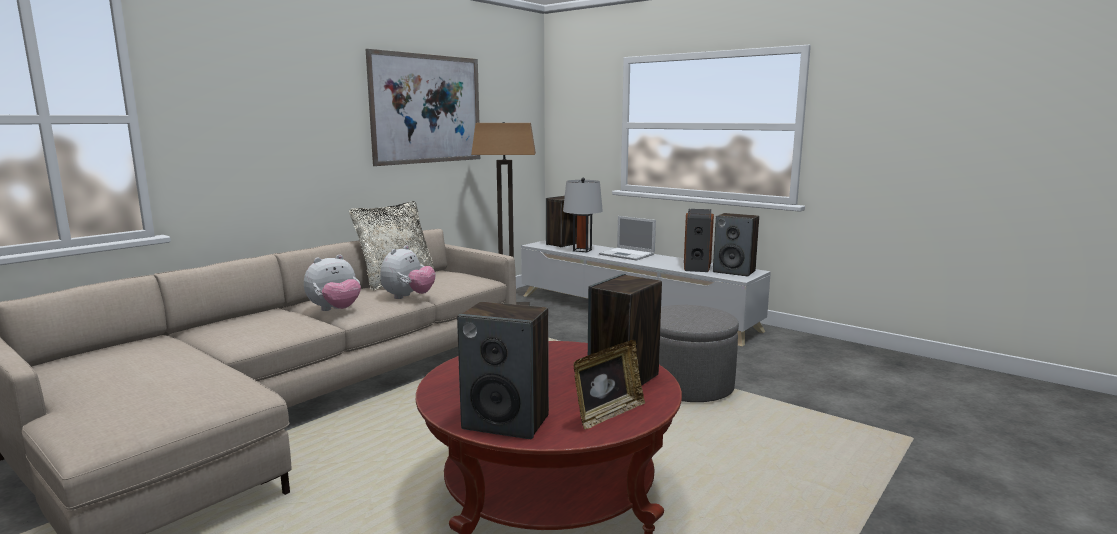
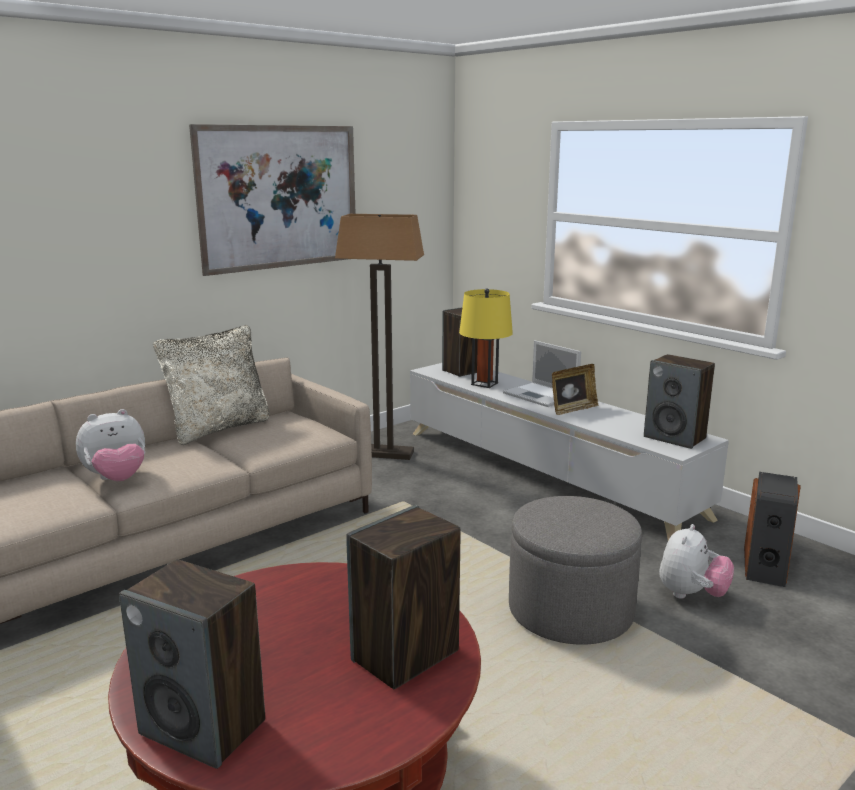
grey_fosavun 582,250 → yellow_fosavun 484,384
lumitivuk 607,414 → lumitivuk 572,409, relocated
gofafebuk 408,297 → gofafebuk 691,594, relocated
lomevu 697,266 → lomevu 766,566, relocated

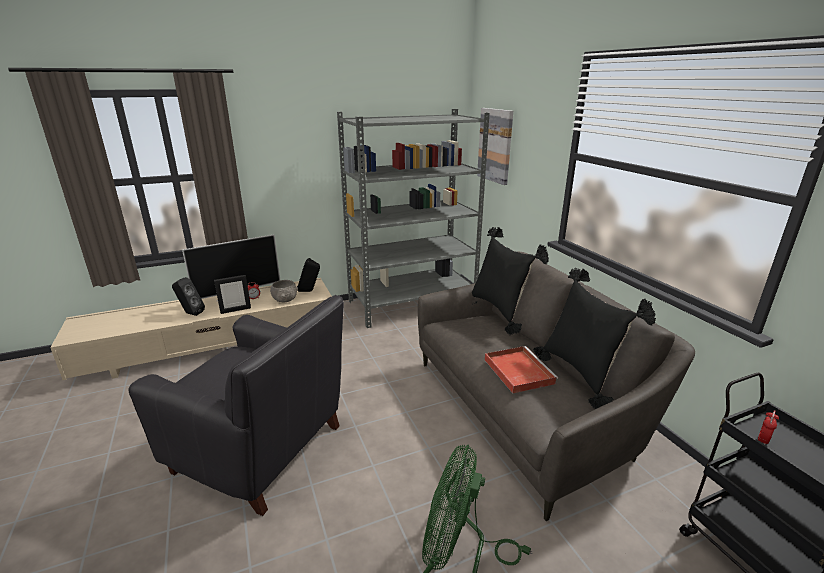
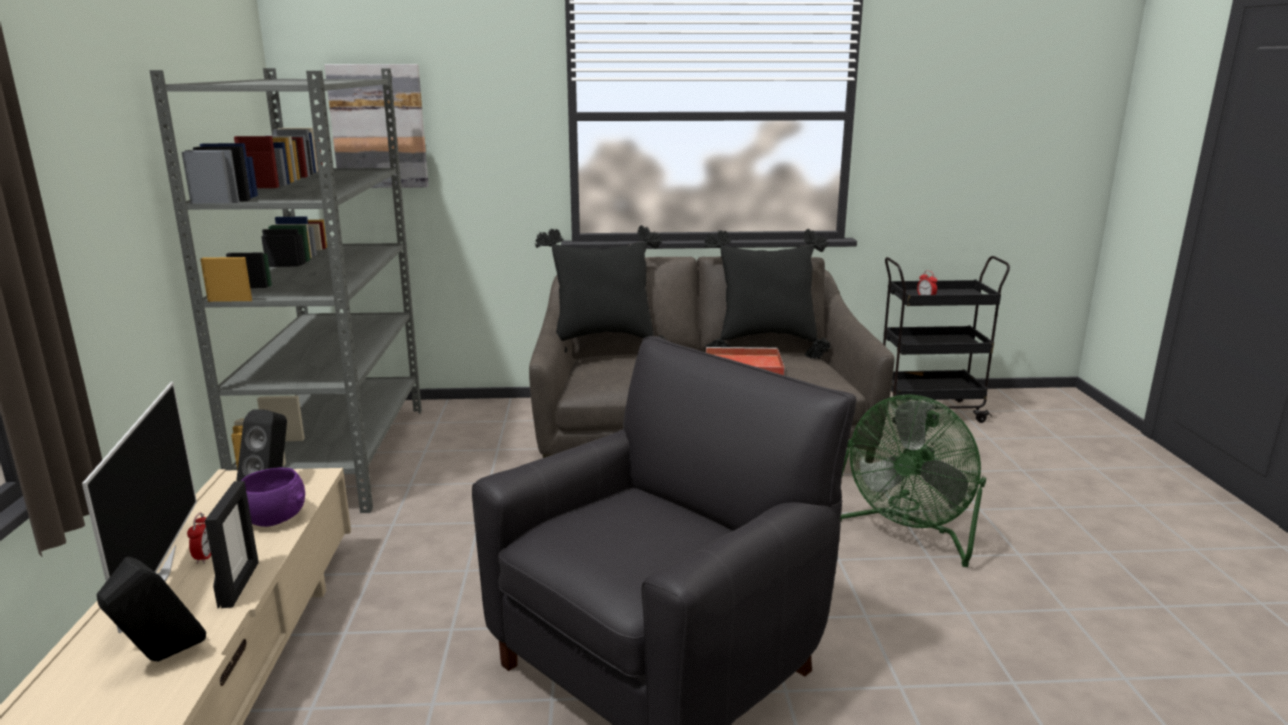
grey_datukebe 285,299 → purple_datukebe 274,517

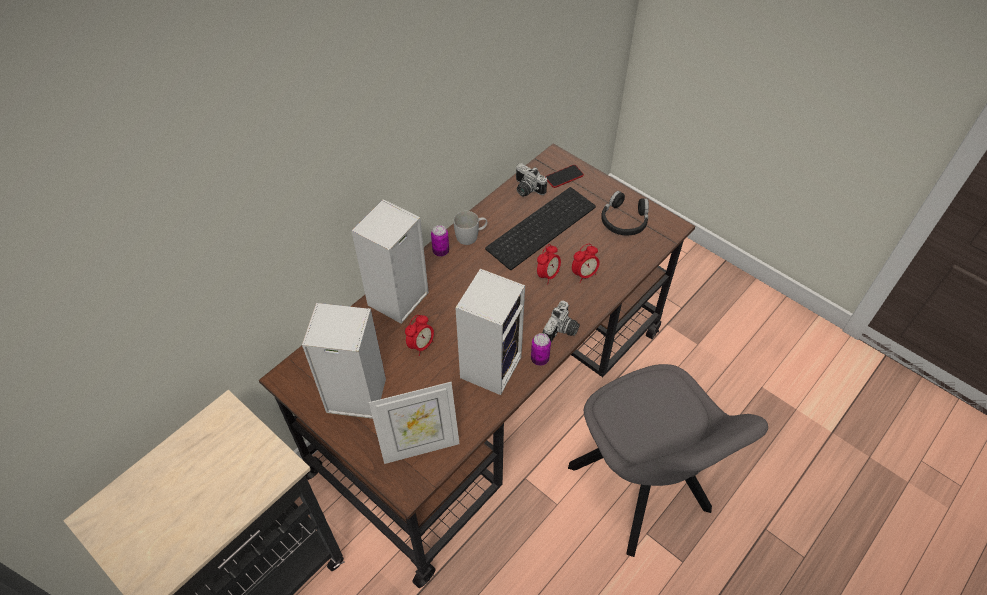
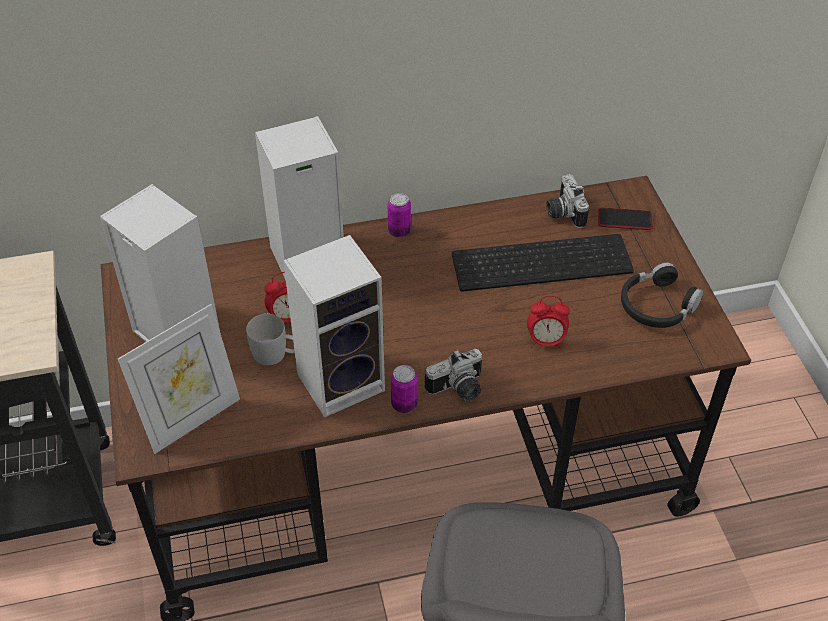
lumitivuk 420,446 → lumitivuk 192,419, 60 degrees counterclockwise
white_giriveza 471,236 → white_giriveza 276,355, relocated
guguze 548,275 → -

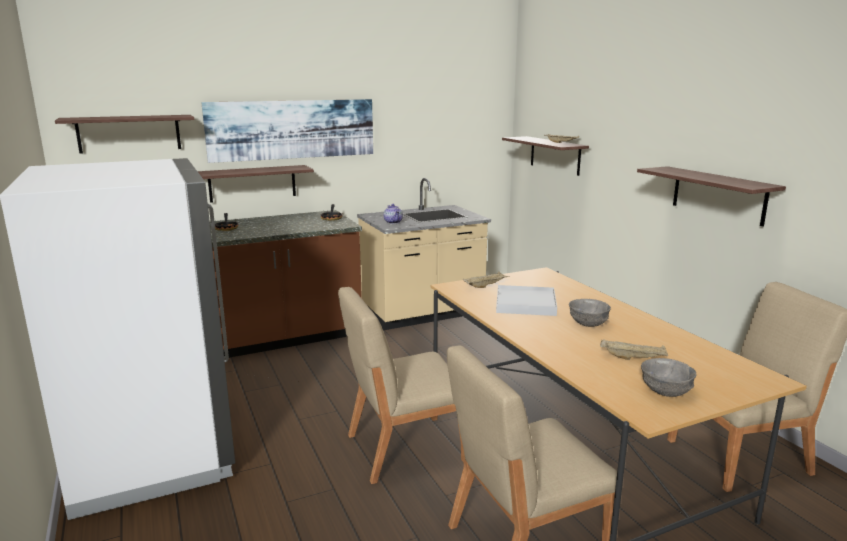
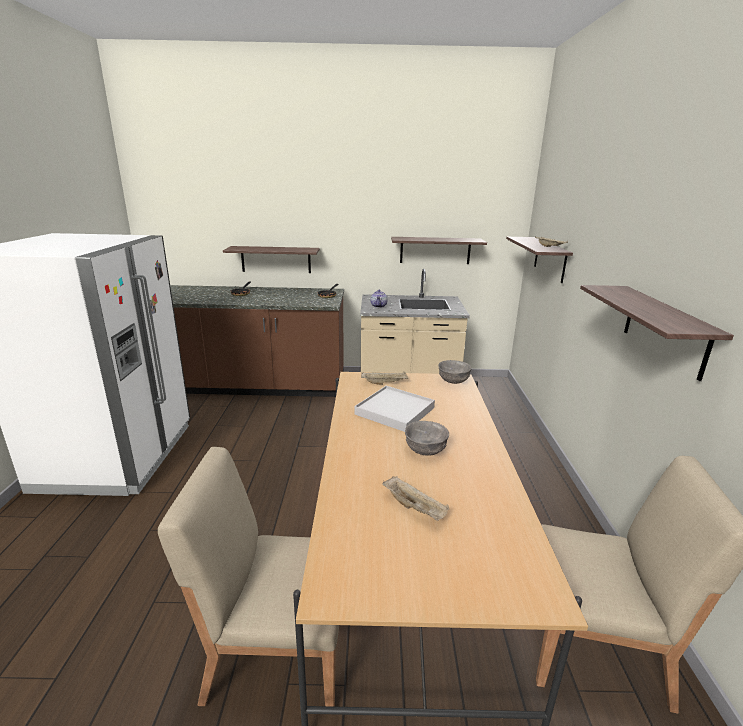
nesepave 129,133 → nesepave 435,250, relocated
grey_datukebe 666,391 → grey_datukebe 453,380, relocated
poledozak 292,129 → -
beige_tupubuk 404,448 → -

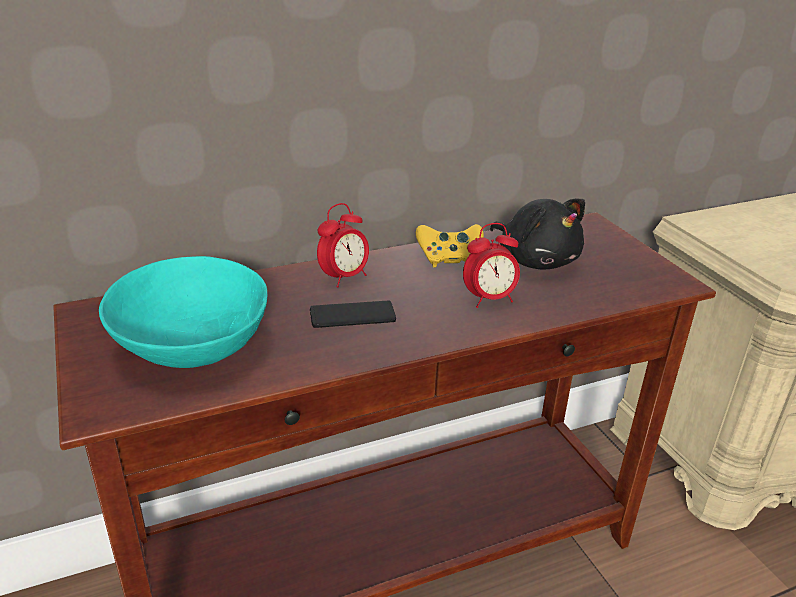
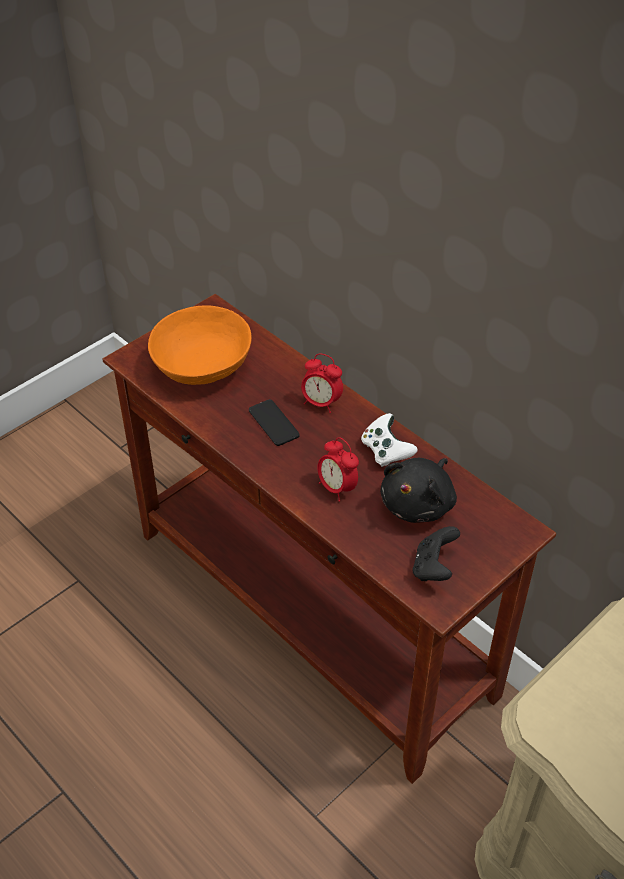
turquoise_datukebe 190,345 → orange_datukebe 202,365
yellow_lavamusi 449,259 → white_lavamusi 386,451
- → black_lavamusi 433,568

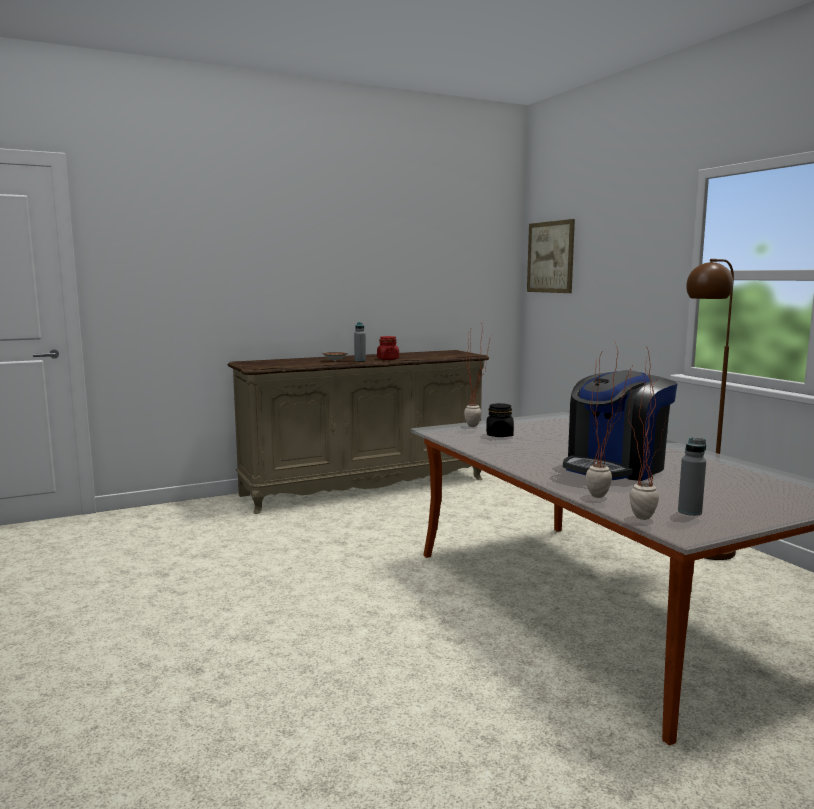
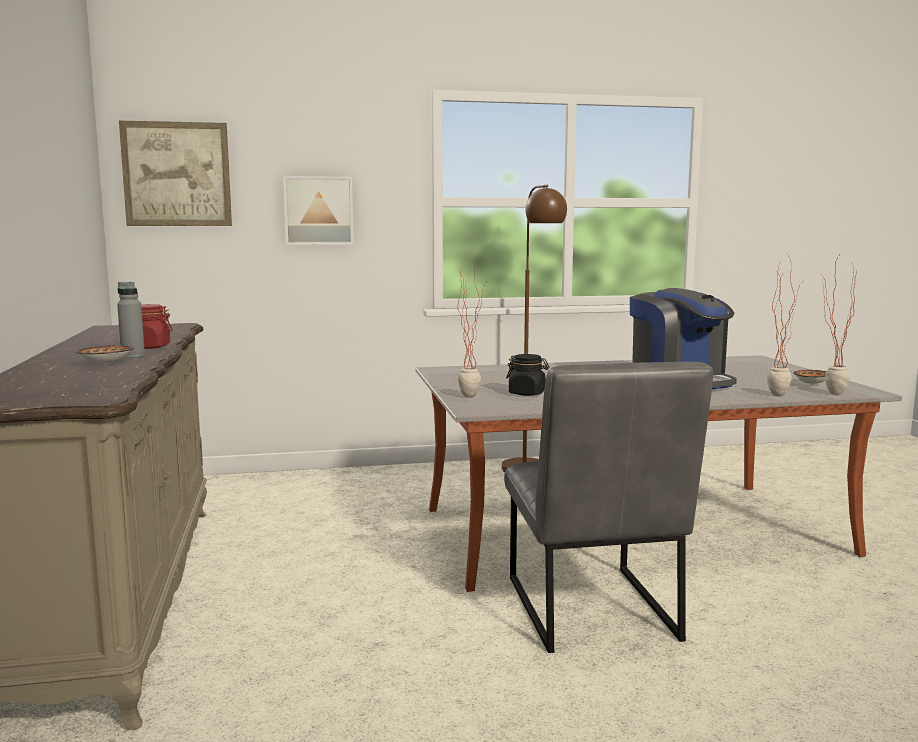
- → poledozak 318,210
- → grey_tupubuk 591,610
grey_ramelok 689,512 → datukebe 812,384

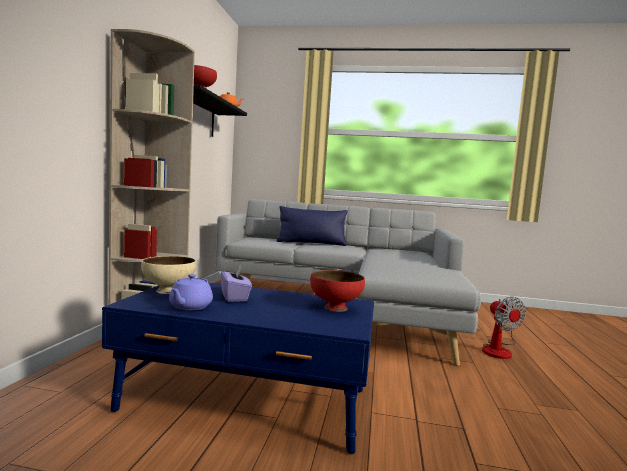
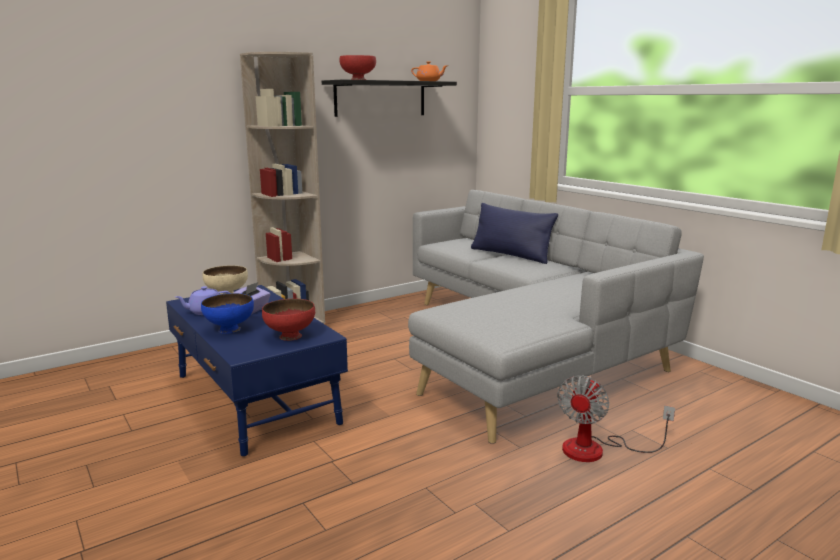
- → blue_datukebe 230,329

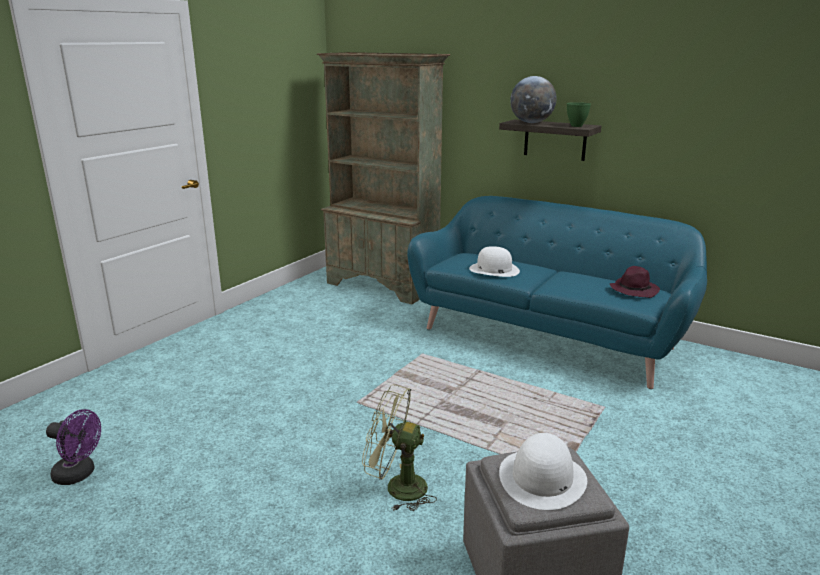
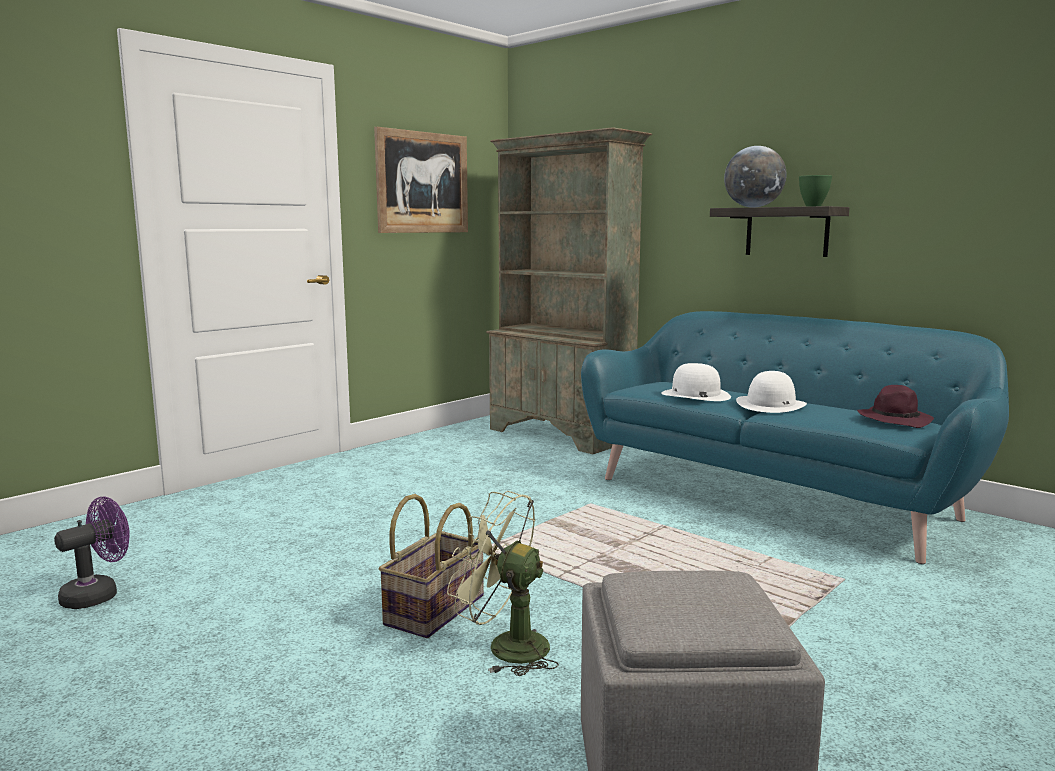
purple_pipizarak 79,474 → purple_pipizarak 98,594, 75 degrees counterclockwise
- → poledozak 422,183
- → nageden 434,609
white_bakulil 542,478 → white_bakulil 771,404, relocated

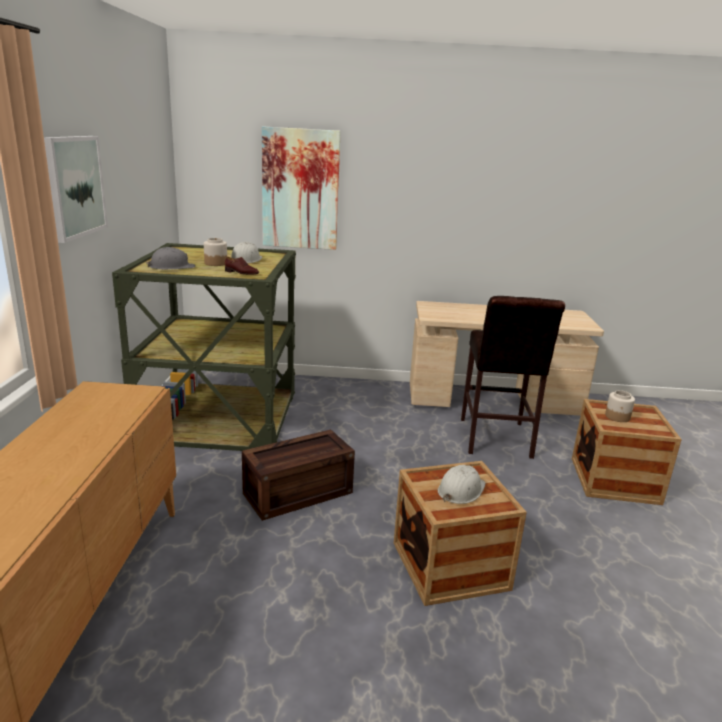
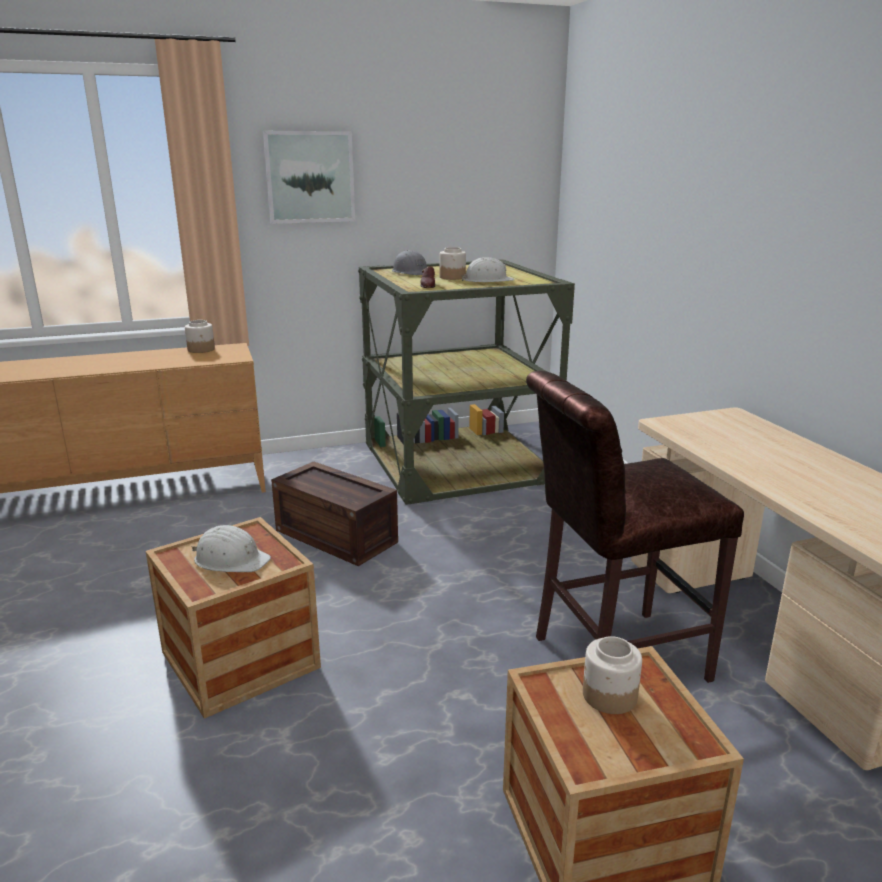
- → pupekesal 201,349
poledozak 300,189 → -

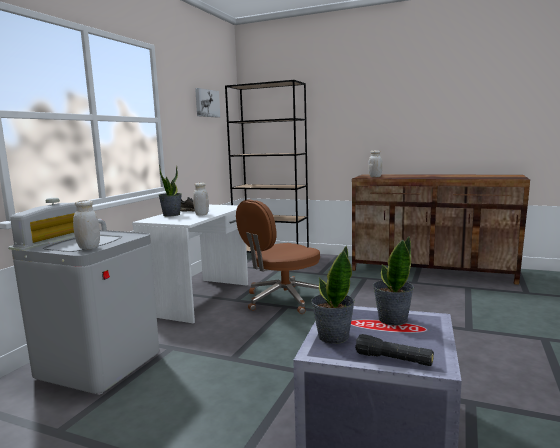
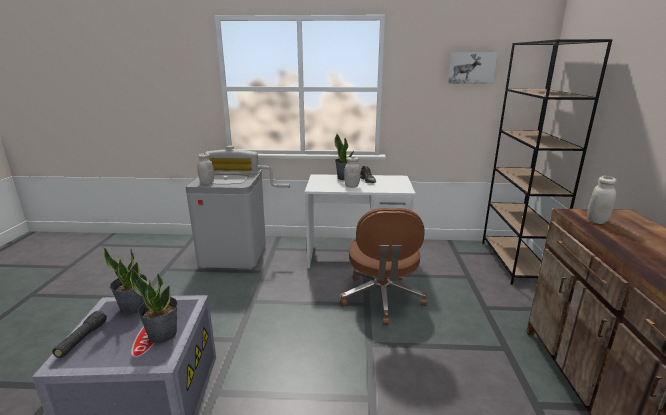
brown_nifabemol 283,300 → brown_nifabemol 382,299, 120 degrees counterclockwise

